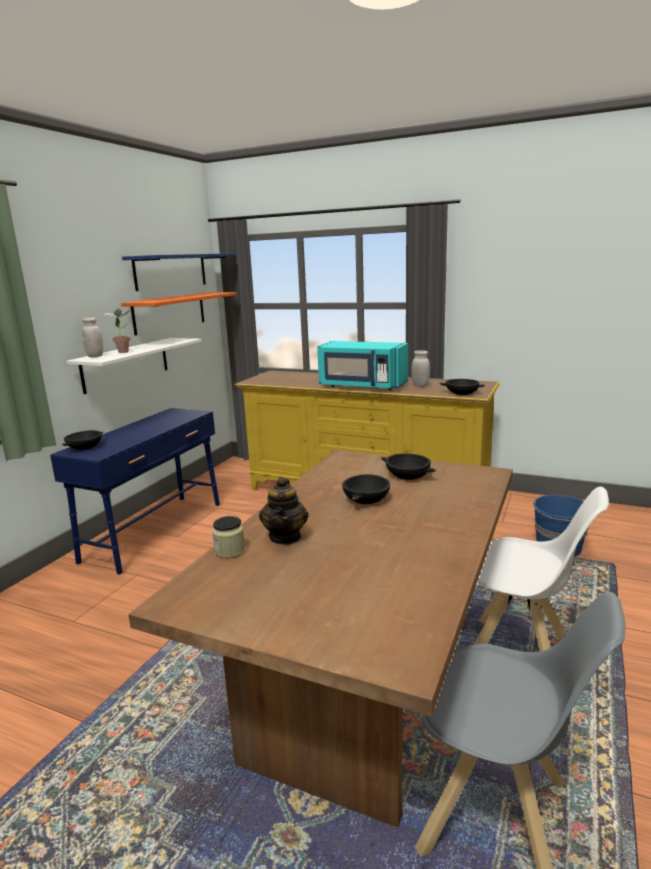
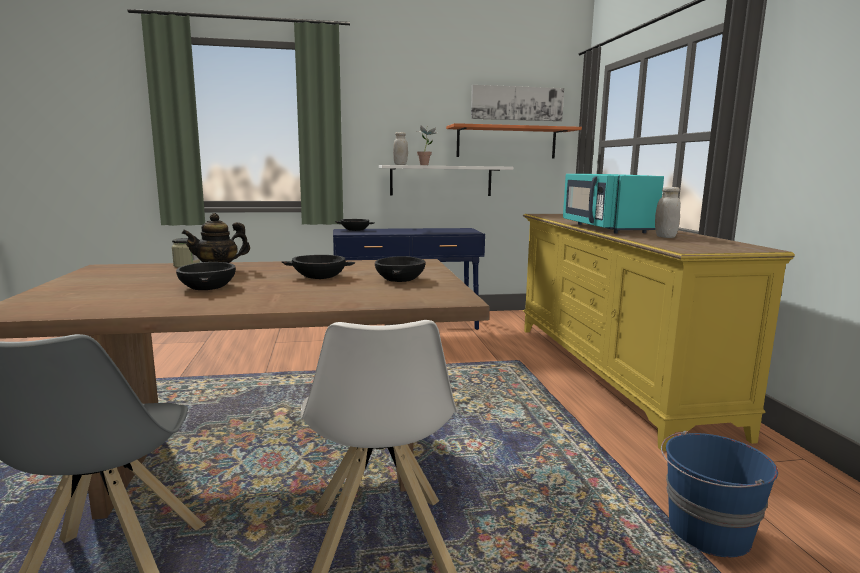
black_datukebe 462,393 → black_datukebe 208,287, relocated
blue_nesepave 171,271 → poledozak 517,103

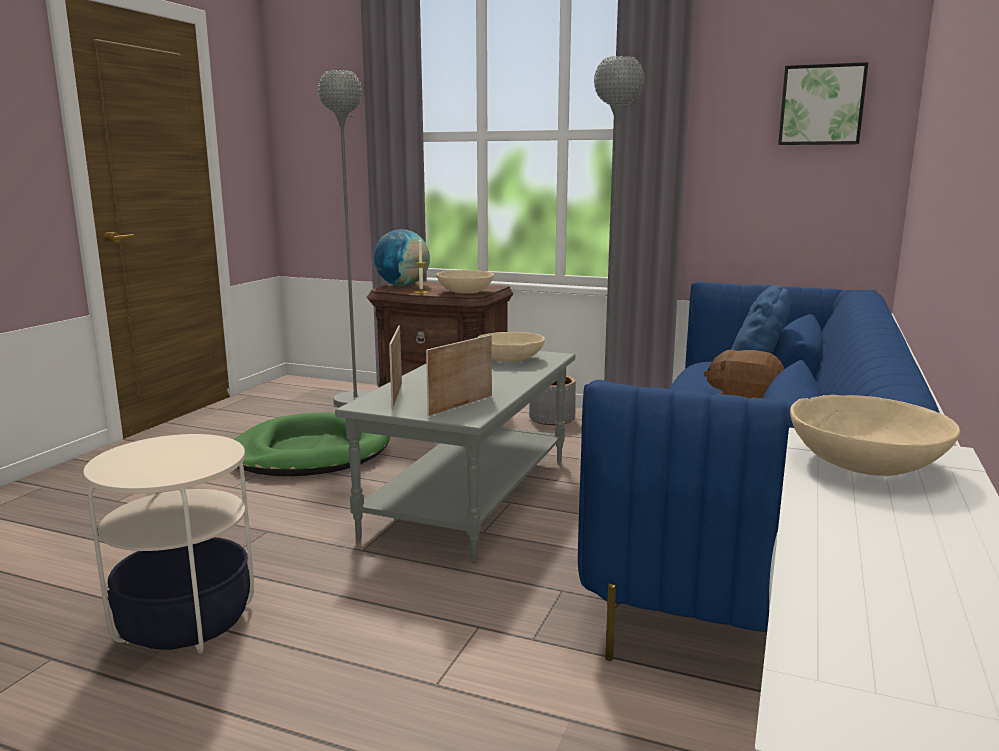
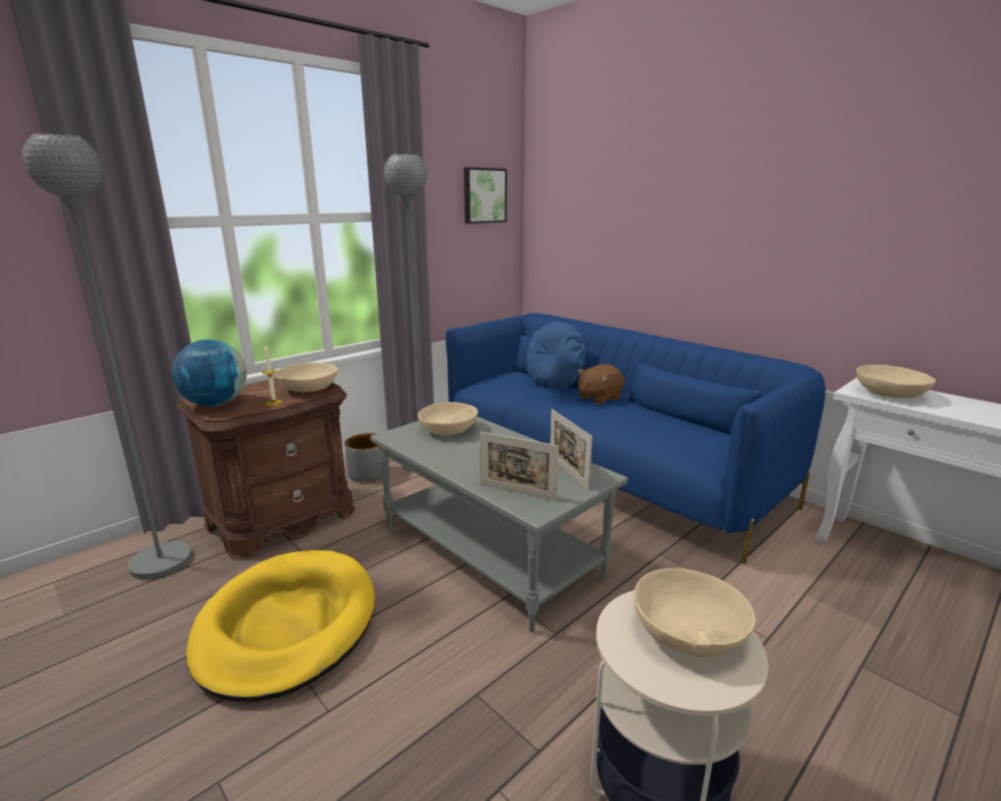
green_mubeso 311,452 → yellow_mubeso 287,626
- → beige_datukebe 689,632

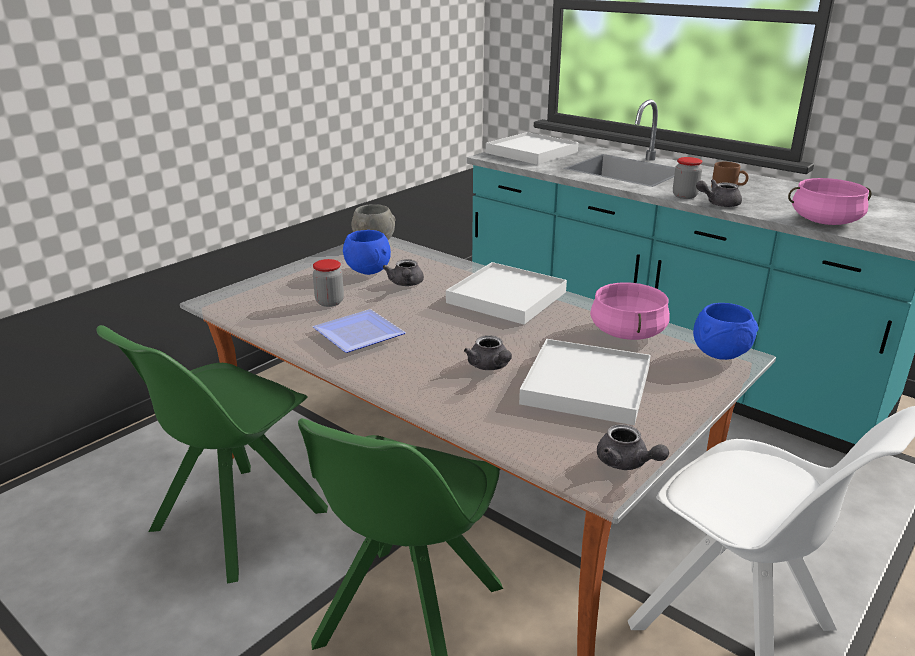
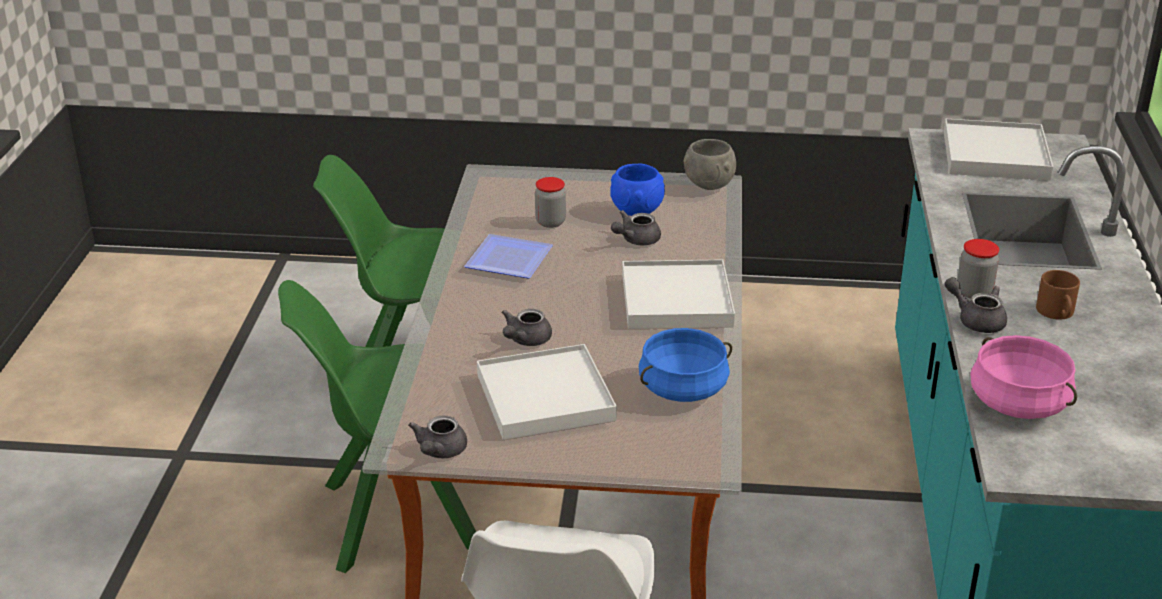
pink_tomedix 628,332 → blue_tomedix 683,389
blue_datukebe 721,355 → -

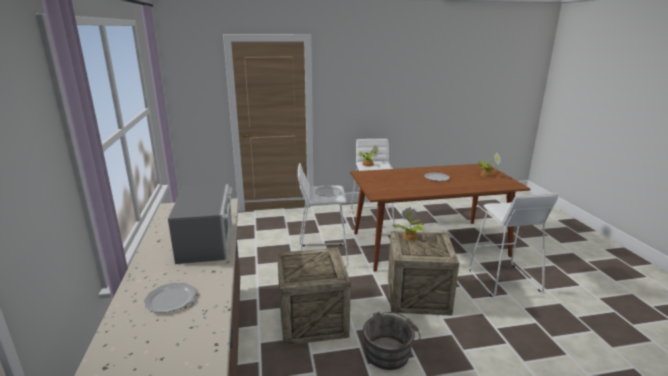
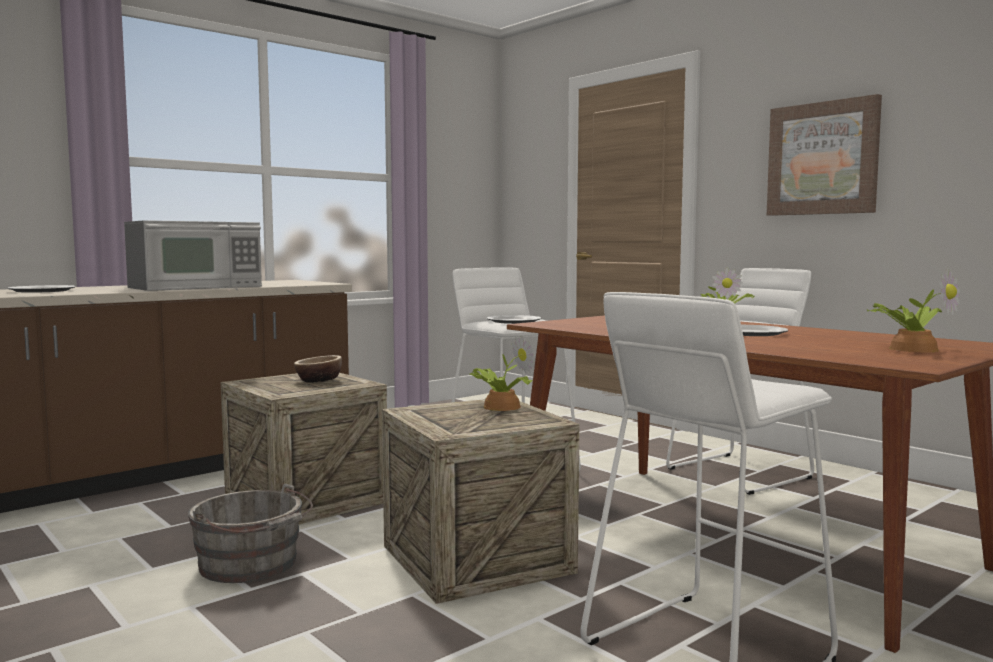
- → datukebe 319,380
- → poledozak 822,158

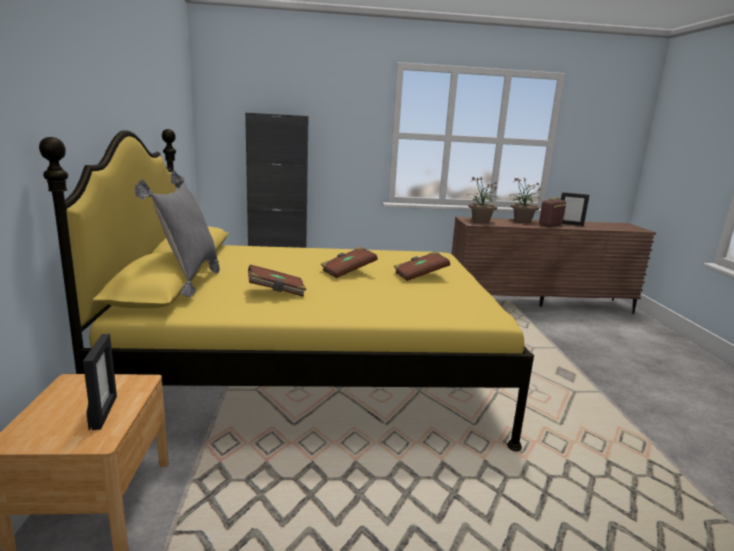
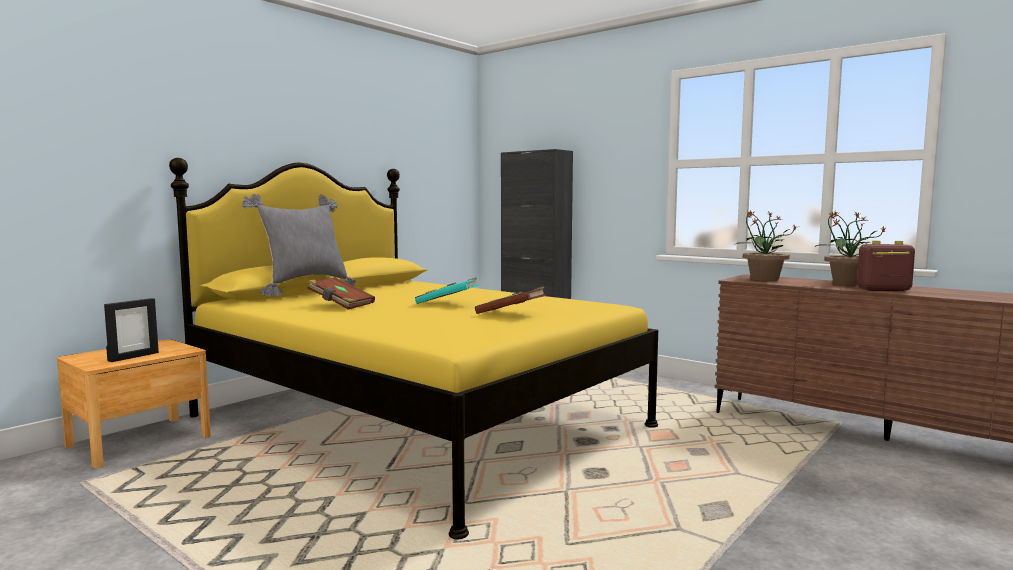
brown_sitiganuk 348,272 → turquoise_sitiganuk 447,303
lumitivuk 570,224 → -

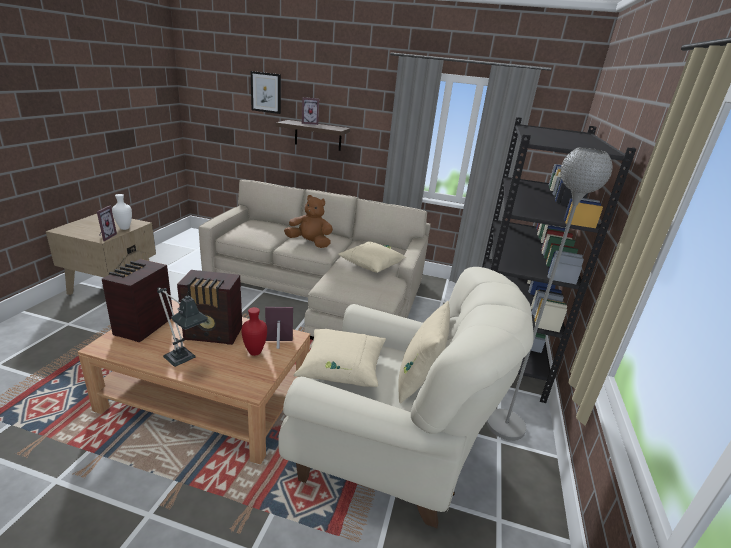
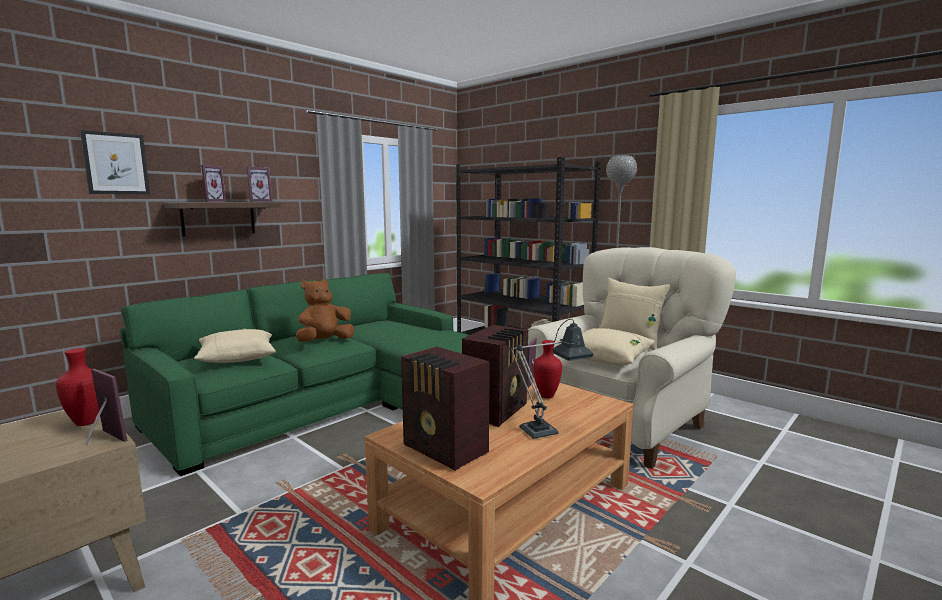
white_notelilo 124,228 → red_notelilo 85,423
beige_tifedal 322,288 → green_tifedal 336,401
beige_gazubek 371,265 → beige_gazubek 237,359, relocated
- → lumitivuk 258,201

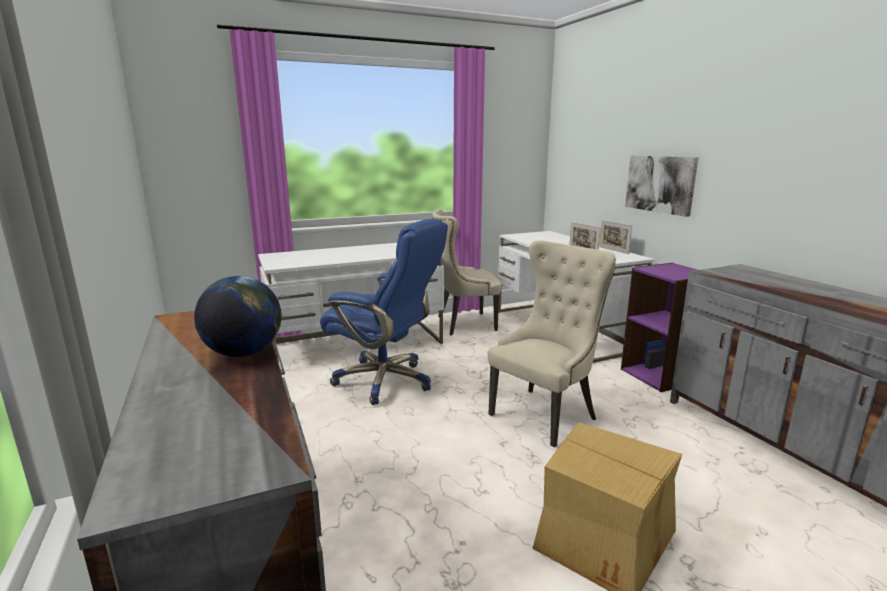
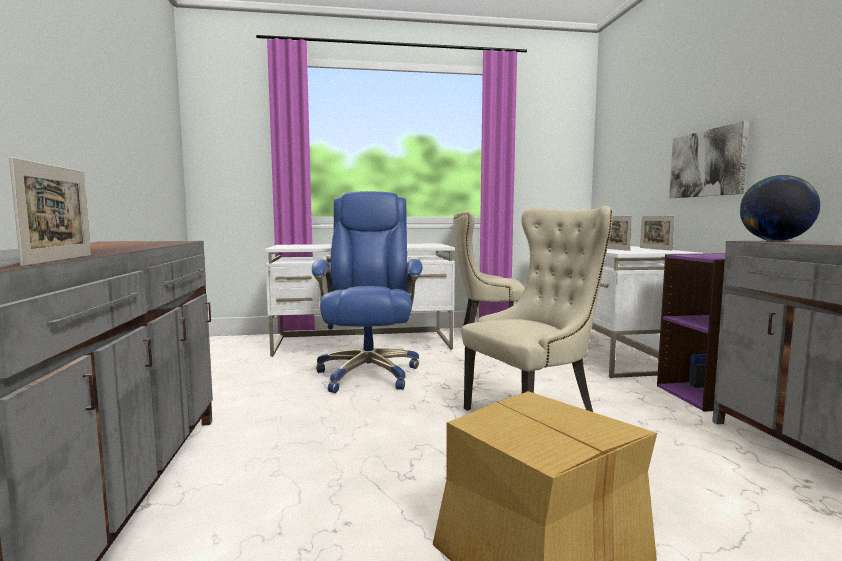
- → lumitivuk 60,260
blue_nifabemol 386,383 → blue_nifabemol 370,373, 135 degrees counterclockwise
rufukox 244,354 → rufukox 775,241, relocated

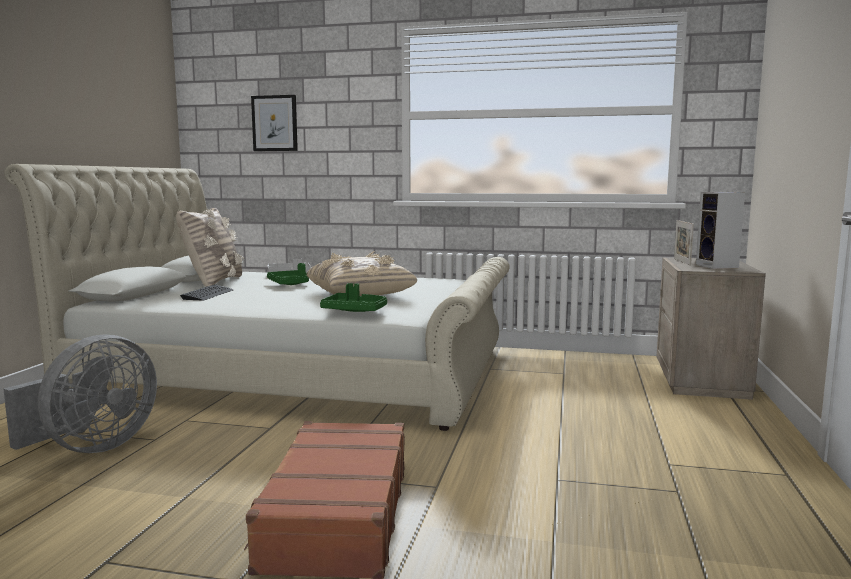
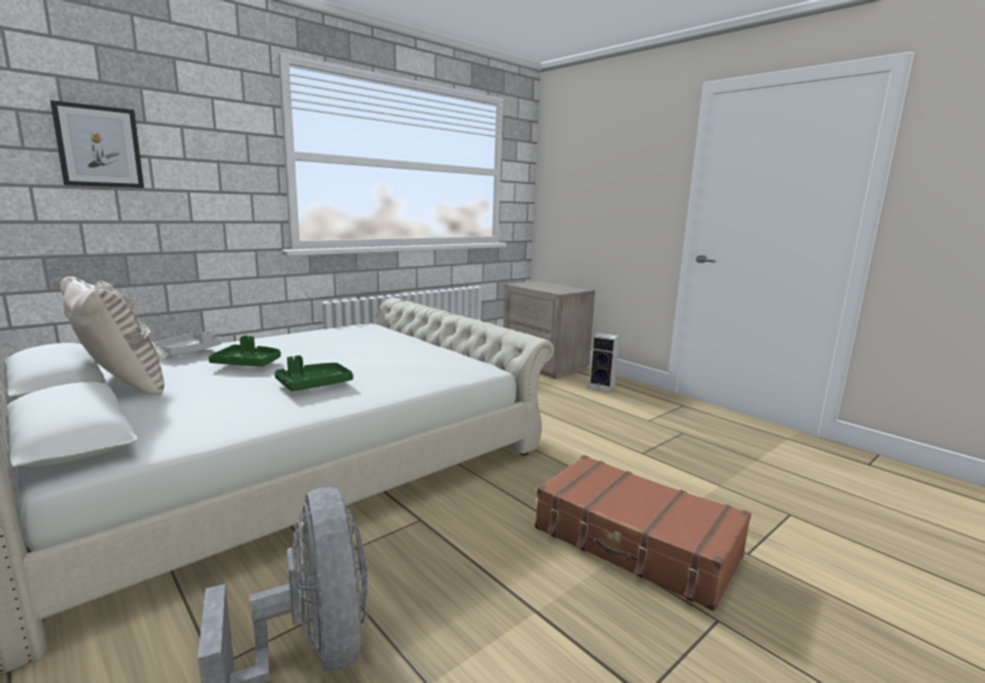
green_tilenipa 355,311 → green_tilenipa 314,385, relocated
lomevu 718,266 → lomevu 603,387, relocated
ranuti 208,294 → -
beige_gazubek 360,295 → -
lumitivuk 682,262 → -

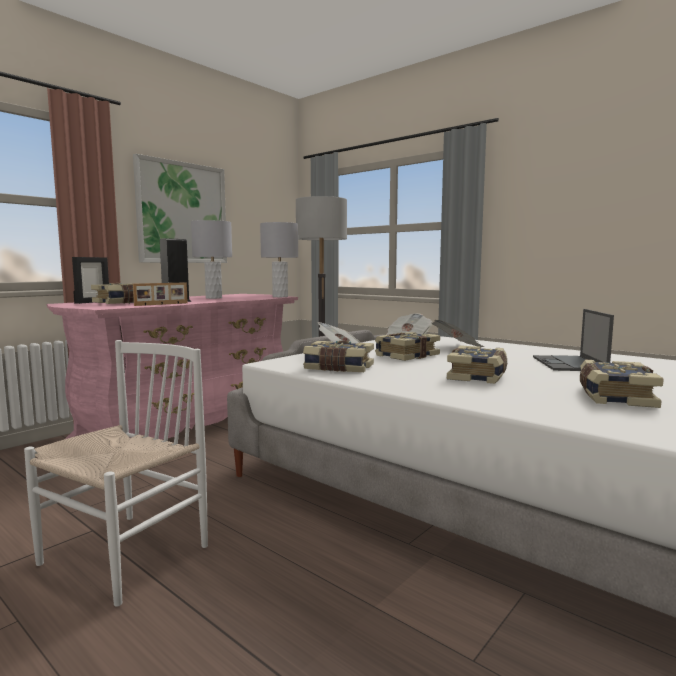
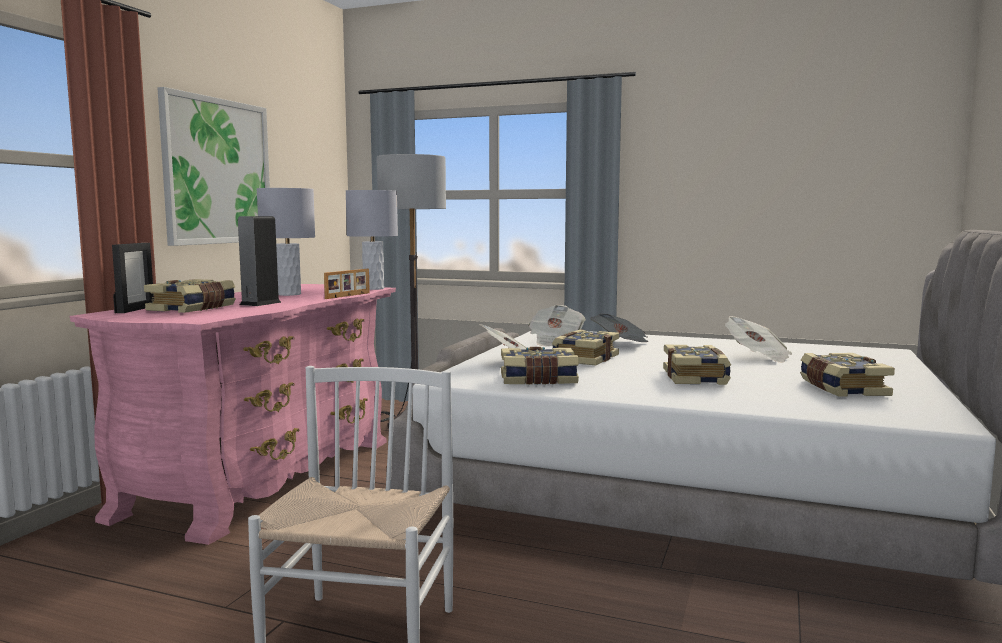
lumitivuk 162,304 → lumitivuk 348,296, relocated
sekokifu 569,364 → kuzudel 758,357

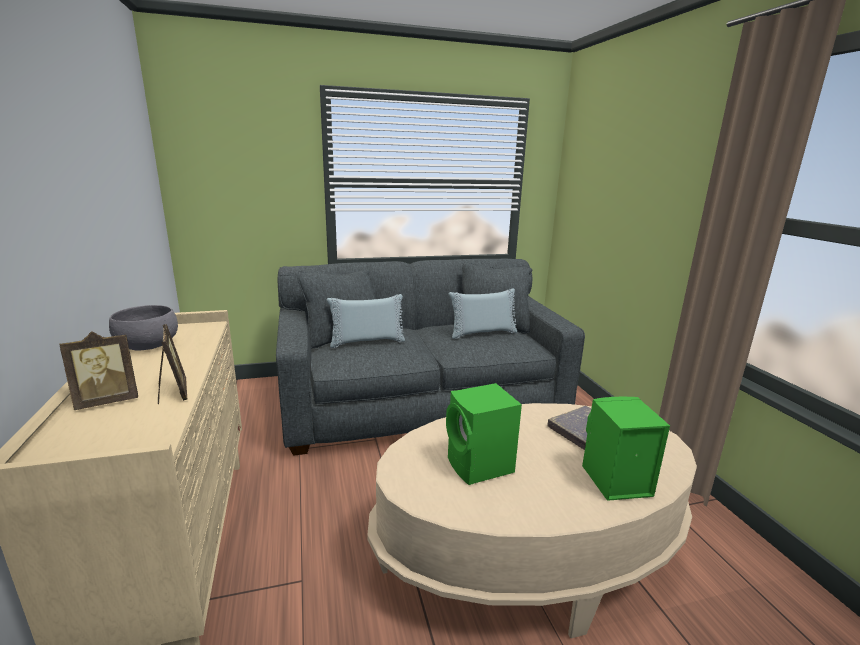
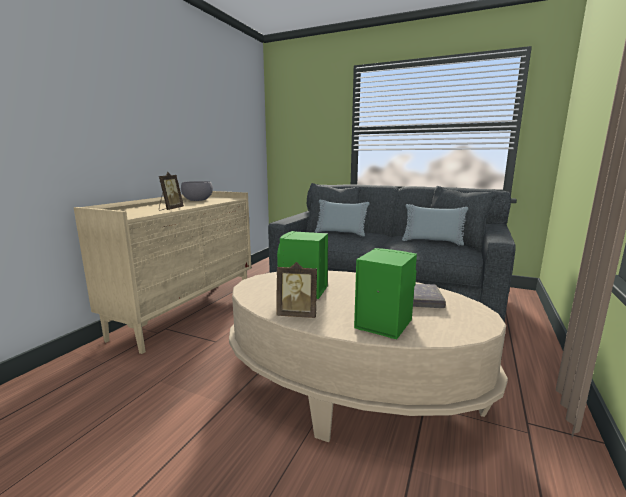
lumitivuk 108,401 → lumitivuk 297,315, relocated

